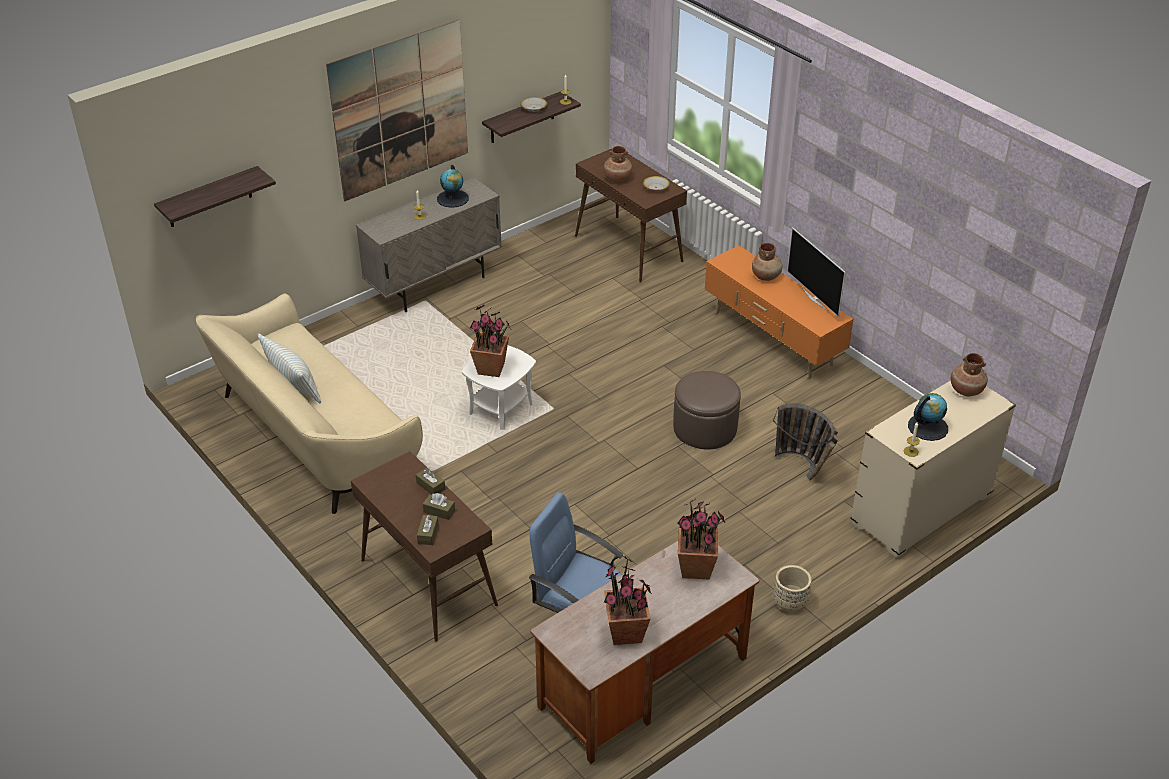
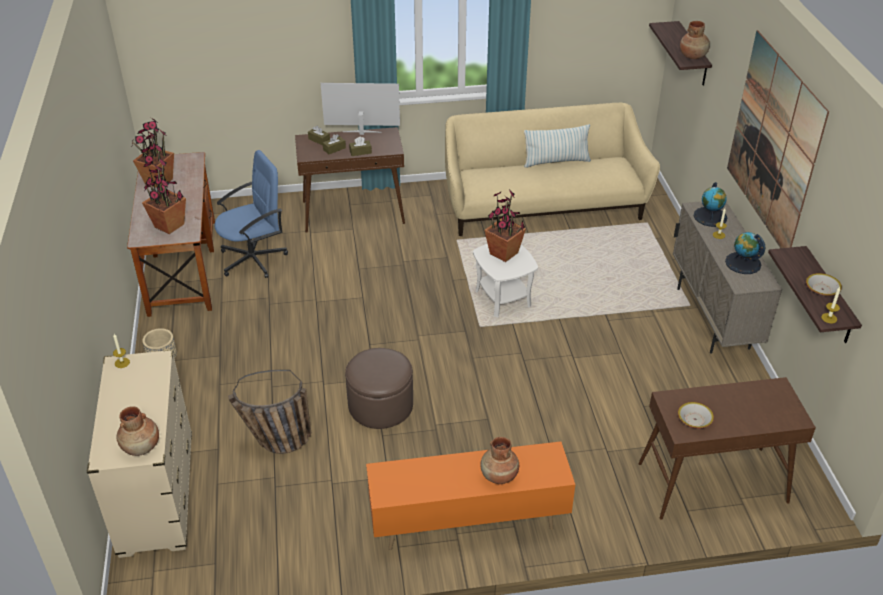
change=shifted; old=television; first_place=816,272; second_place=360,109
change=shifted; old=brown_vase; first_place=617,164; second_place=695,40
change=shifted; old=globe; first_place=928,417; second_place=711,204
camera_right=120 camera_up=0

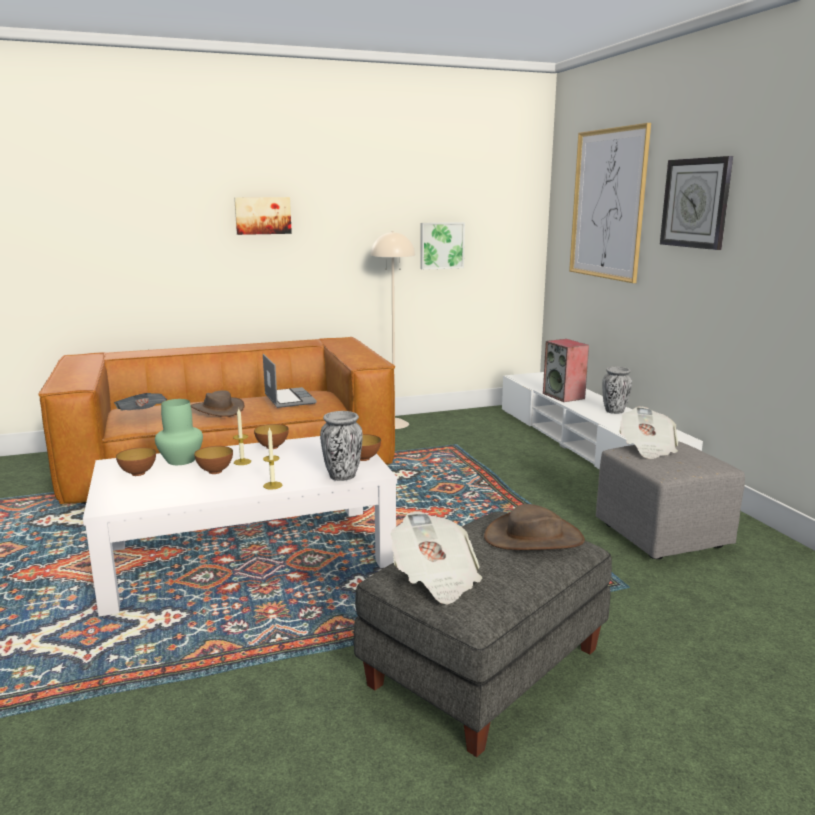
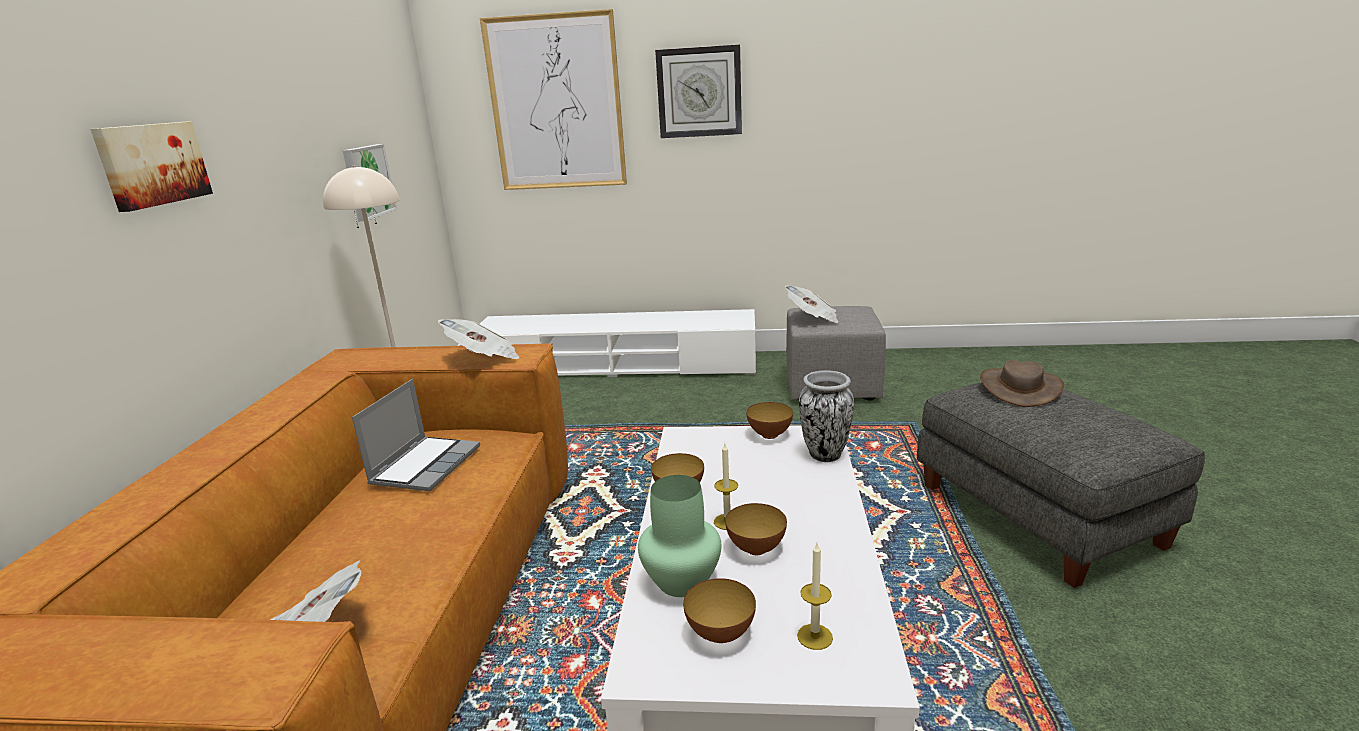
change=rotated; old=laptop; first_place=289,381; second_place=416,435; degrees=105
change=shifted; old=newspaper; first_place=436,558; second_place=479,339
change=shifted; old=candle; first_place=272,458; second_place=815,596
change=gone; old=brown_hat; first_place=217,403
change=gone; old=speaker; first_place=566,370
change=gone; old=vase; first_place=617,390
camera_right=-65 camera_up=5

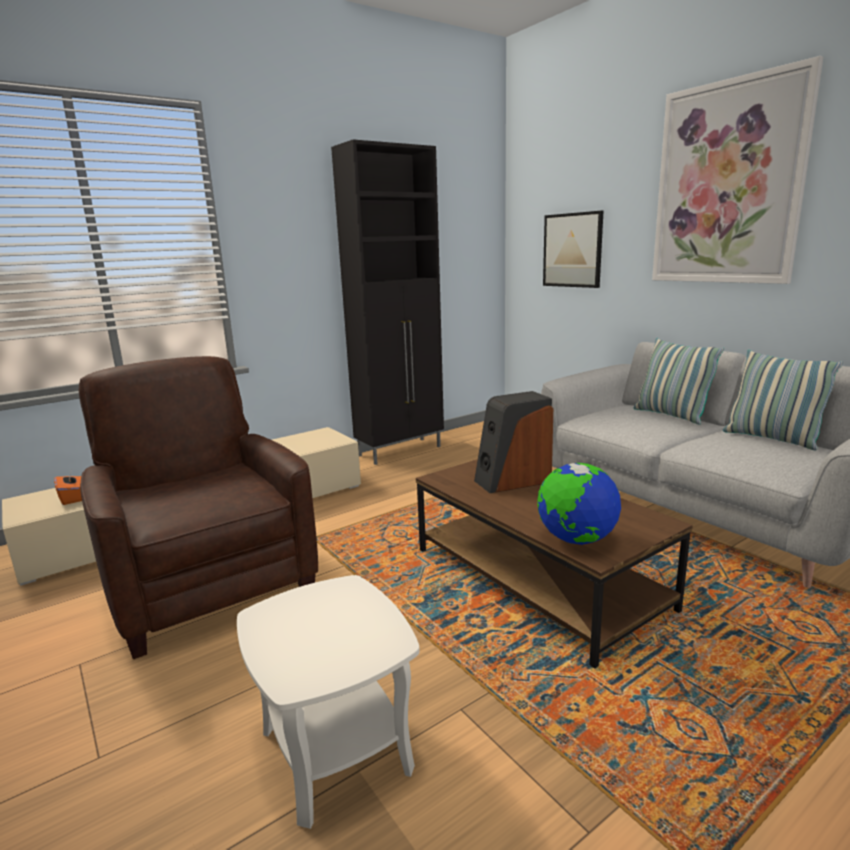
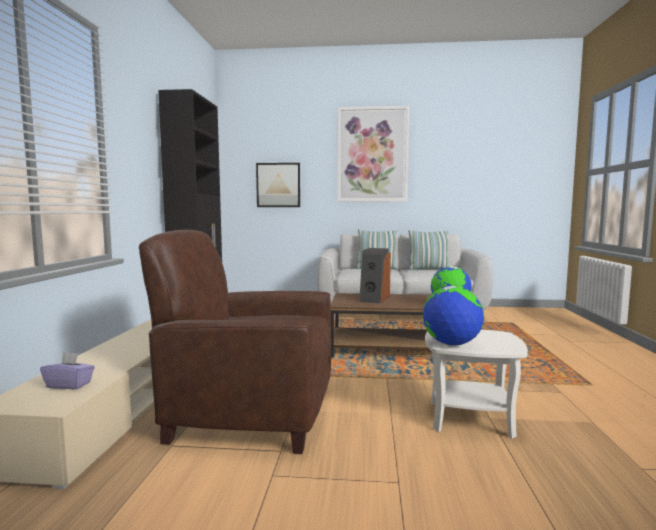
change=repainted; old=orange_tissue_box; new=purple_tissue_box; first_place=68,486; second_place=67,370
change=new; new=globe; second_place=453,316
camera_right=-50 camera_up=-10

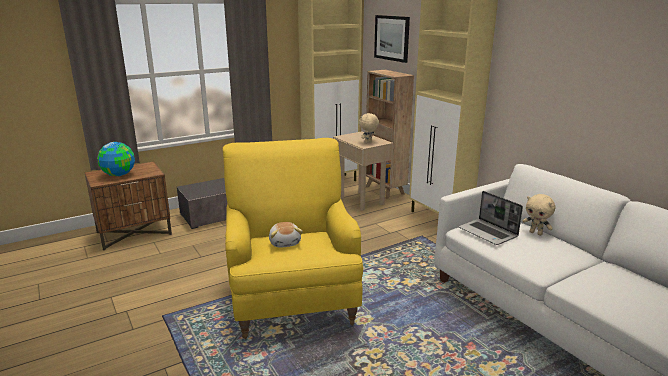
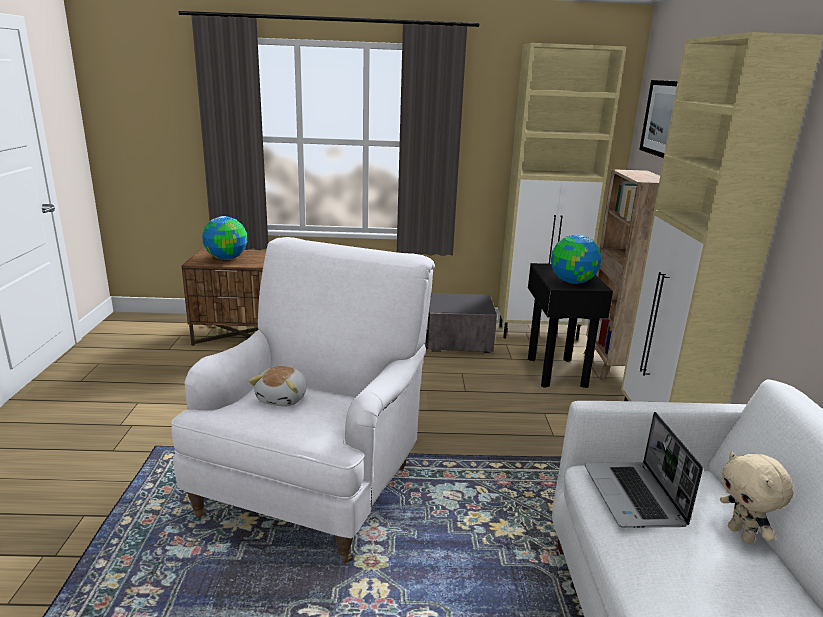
change=repainted; old=yellow_armchair; new=white_armchair; first_place=293,238; second_place=303,400
change=repainted; old=beige_side_table; new=black_side_table; first_place=363,171; second_place=570,325
change=swapped; old=beige_plush_toy; new=globe; first_place=369,128; second_place=576,259
camera_right=30 camera_up=0

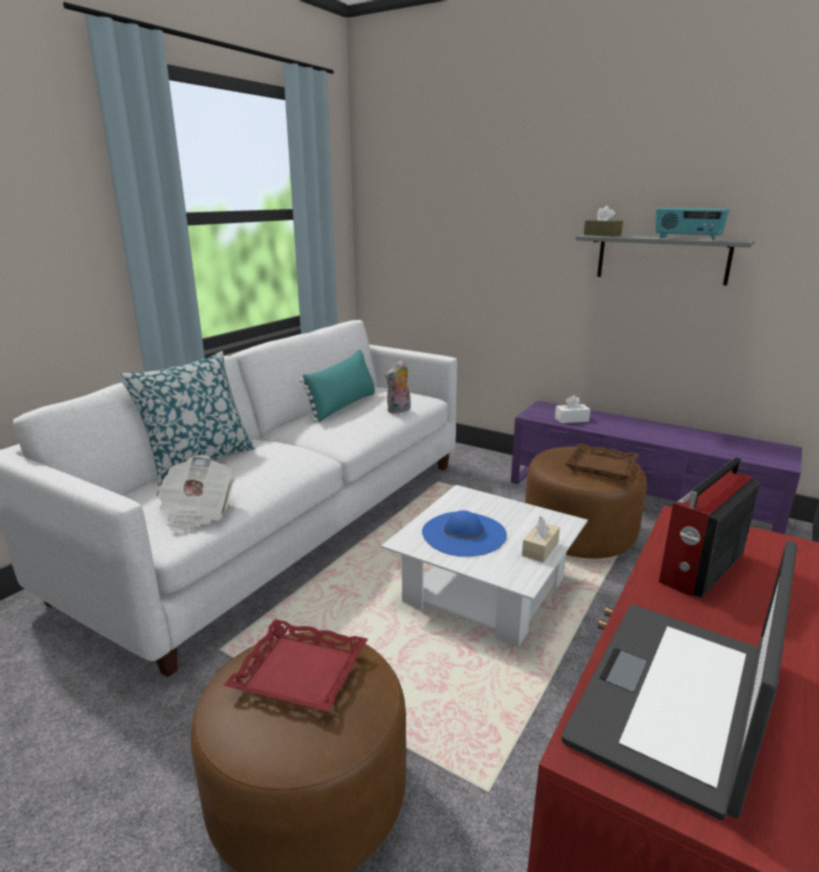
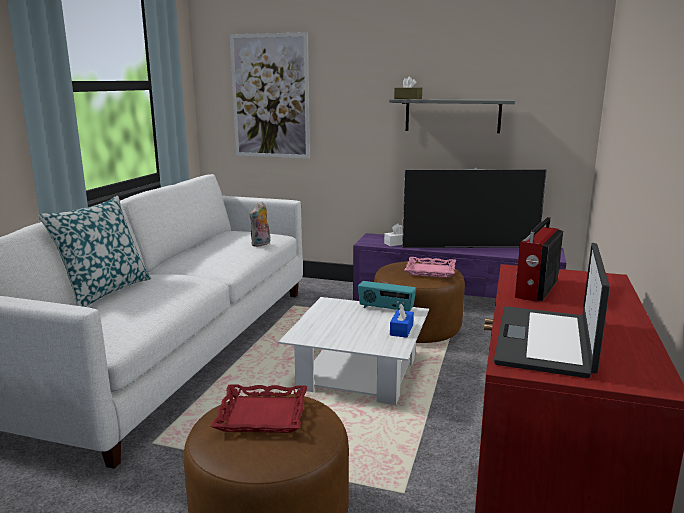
change=new; new=picture; second_place=270,95
change=shifted; old=radio; first_place=692,224; second_place=387,296
change=repainted; old=beige_tissue_box; new=blue_tissue_box; first_place=541,539; second_place=402,321
change=new; new=television; second_place=474,208
change=repainted; old=brown_tray; new=pink_tray; first_place=602,461; second_place=430,267
change=gone; old=newspaper; first_place=196,493
change=gone; old=turquoise_pillow; first_place=337,386
change=gone; old=blue_hat; first_place=464,533
camera_right=-15 camera_up=-5

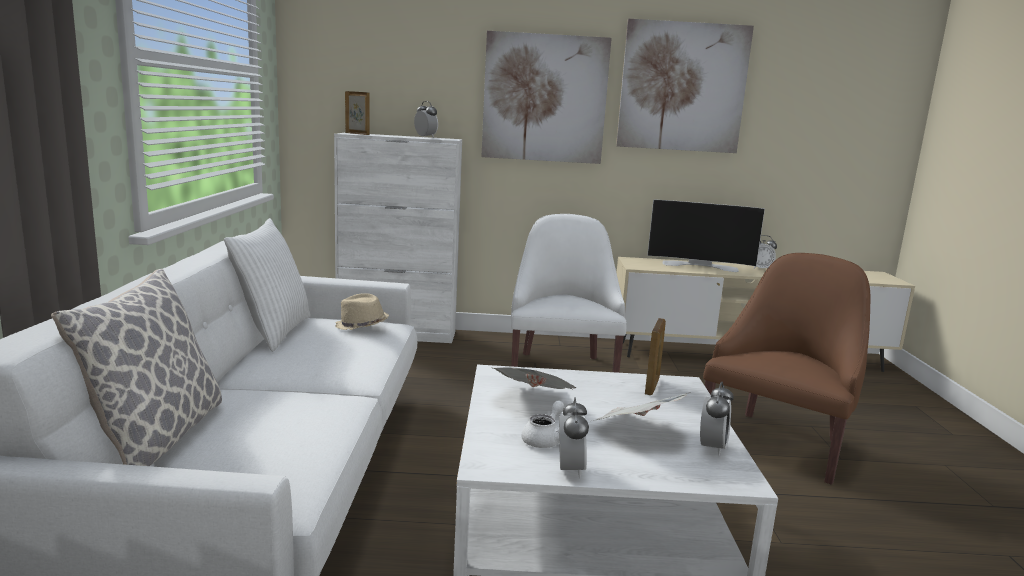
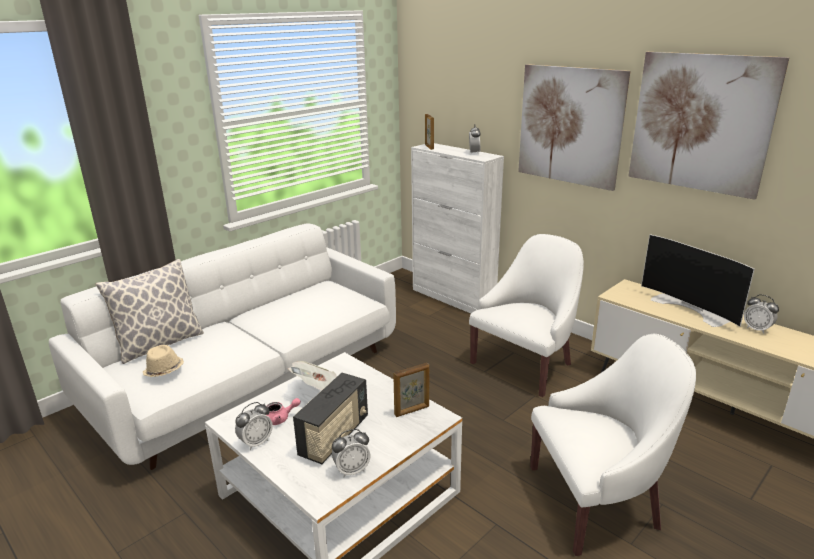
change=shifted; old=beige_hat; first_place=362,311; second_place=163,361
change=repainted; old=white_teapot; new=pink_teapot; first_place=542,424; second_place=284,411
change=swapped; old=newspaper; new=radio; first_place=642,406; second_place=330,418
change=repainted; old=brown_armchair; new=white_armchair; first_place=786,369; second_place=613,445
change=gone; old=white_pillow; first_place=267,285
camera_right=45 camera_up=10

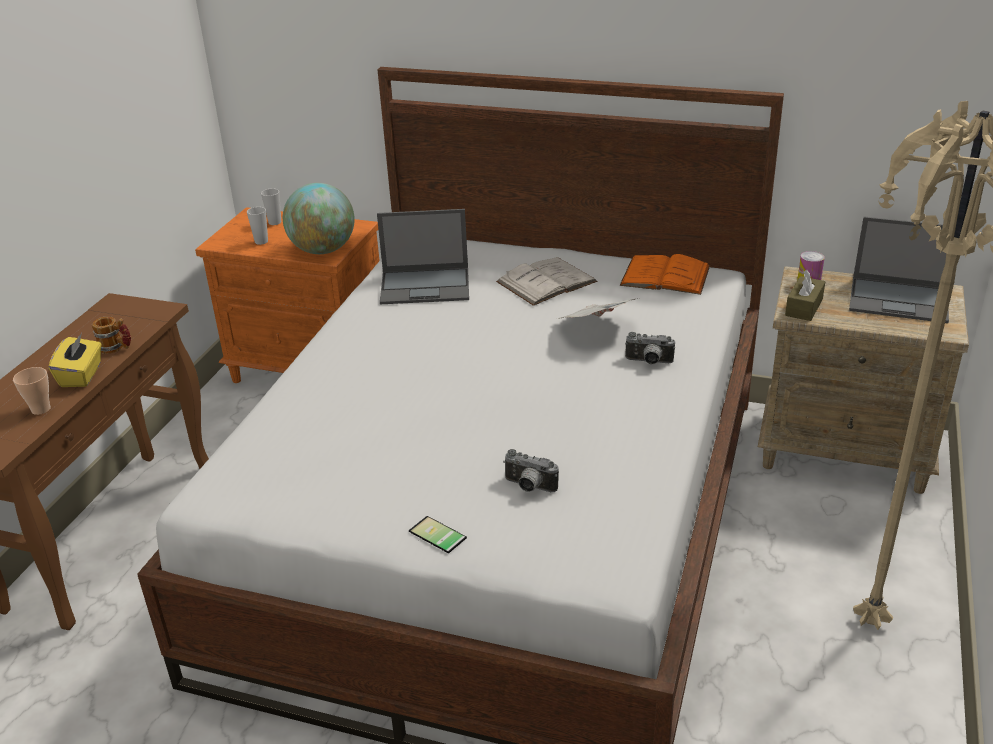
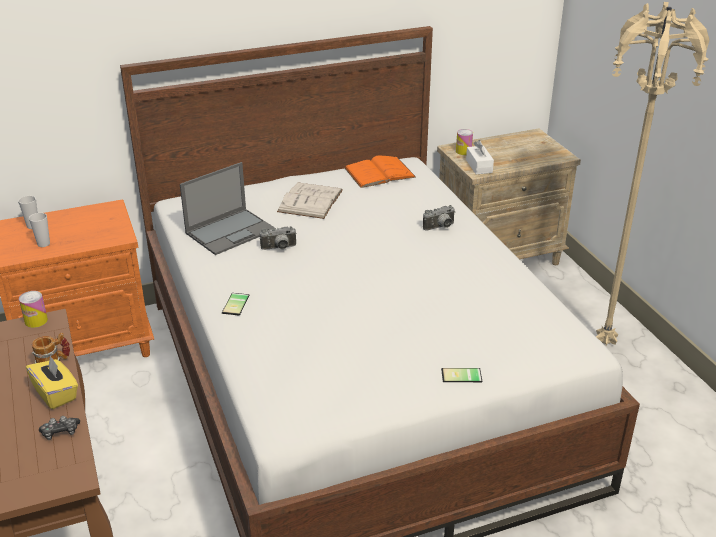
change=new; new=can; second_place=33,309
change=swapped; old=cup; new=game_controller; first_place=32,391; second_place=59,428
change=new; new=phone; second_place=235,304
change=shifted; old=photo_camera; first_place=531,470; second_place=278,238
change=repainted; old=brown_tissue_box; new=white_tissue_box; first_place=805,295; second_place=480,157
change=gone; old=globe; first_place=319,218
change=gone; old=newspaper; first_place=597,308
change=gone; old=laptop; first_place=899,270
camera_right=-40 camera_up=0

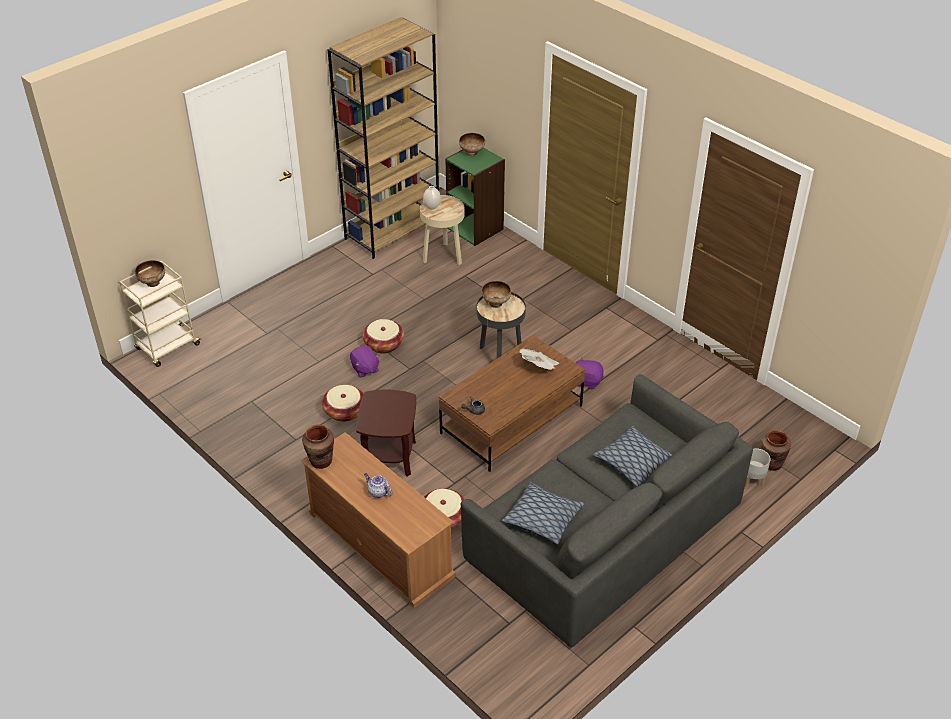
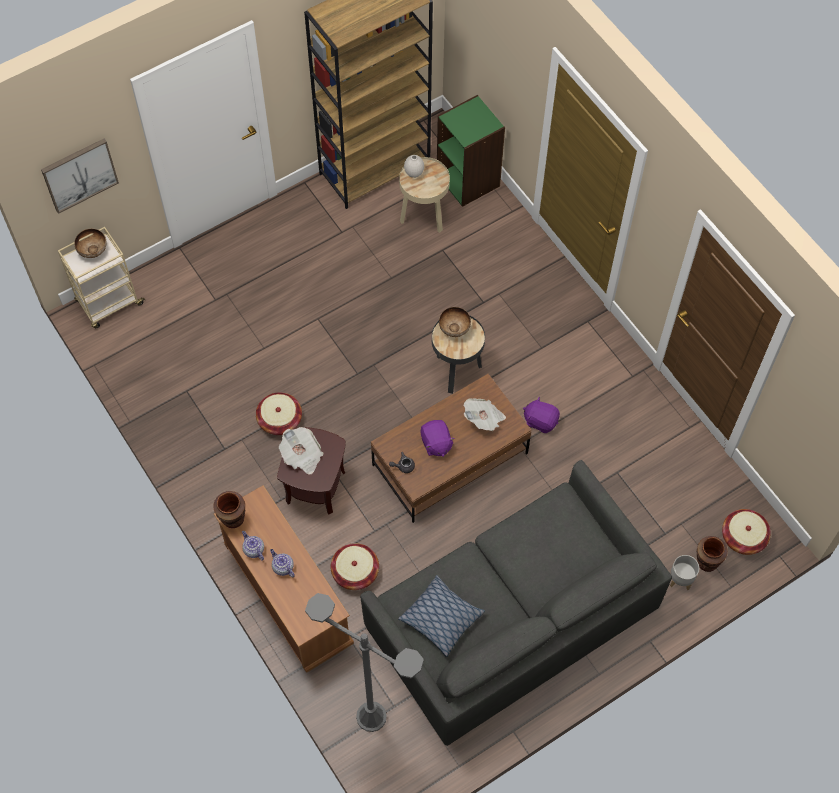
change=new; new=picture; second_place=80,176
change=new; new=teapot; second_place=253,546
change=new; new=newspaper; second_place=301,451
change=new; new=grey_floor_lamp; second_place=364,662
change=shifted; old=purple_plush_toy; first_place=365,361; second_place=438,438
change=shifted; old=basket; first_place=383,336; second_place=746,532
change=gone; old=bowl; first_place=472,144
change=gone; old=pillow; first_place=632,456
camera_right=10 camera_up=20

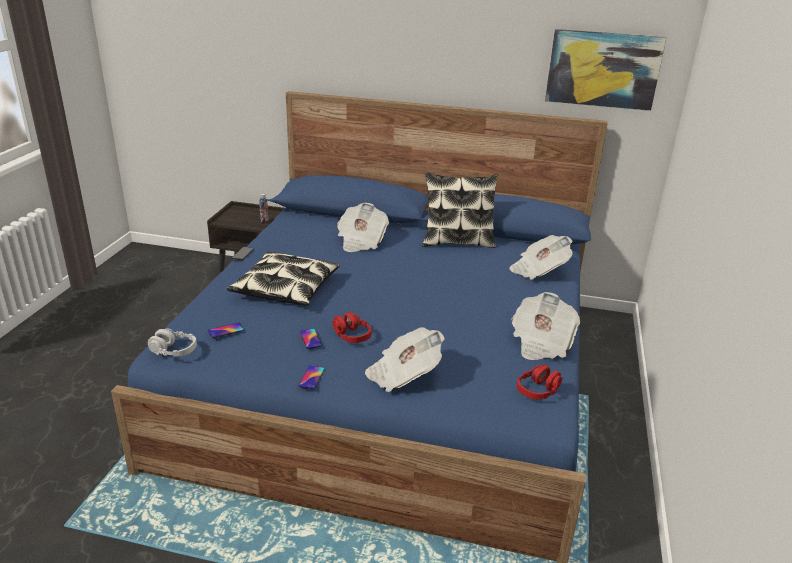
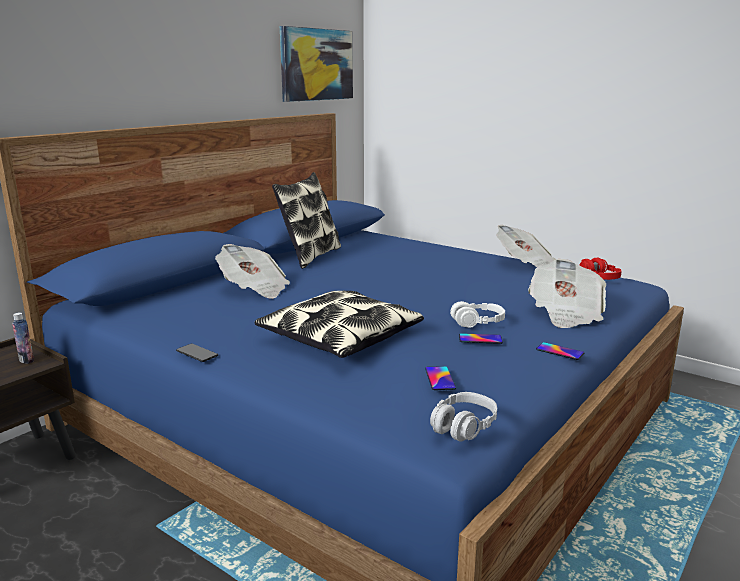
change=repainted; old=red_headphones; new=white_headphones; first_place=352,327; second_place=477,314
change=gone; old=newspaper; first_place=541,257
camera_right=-65 camera_up=-10

